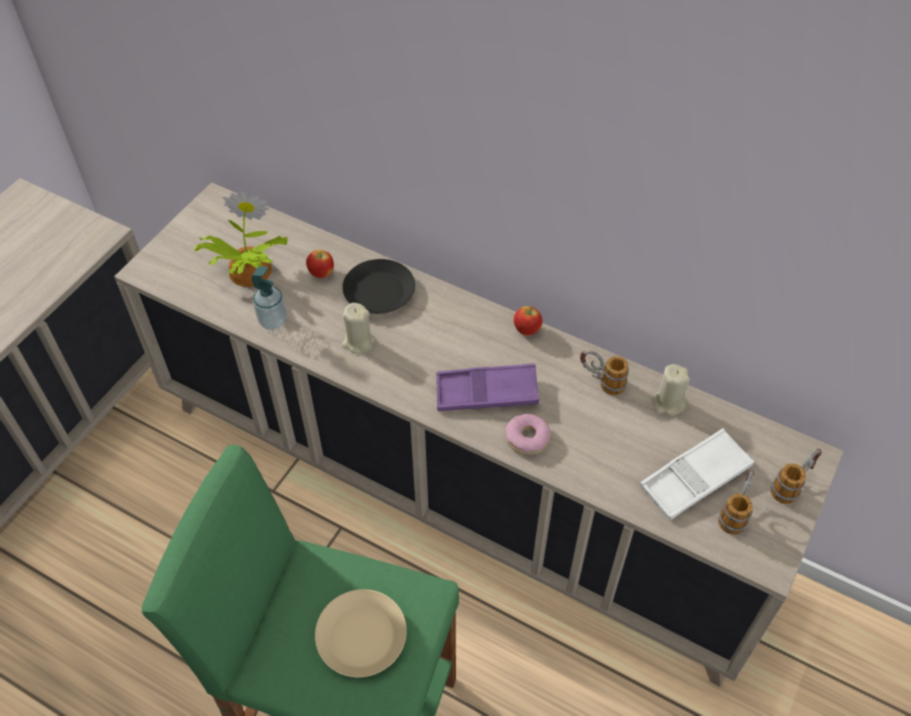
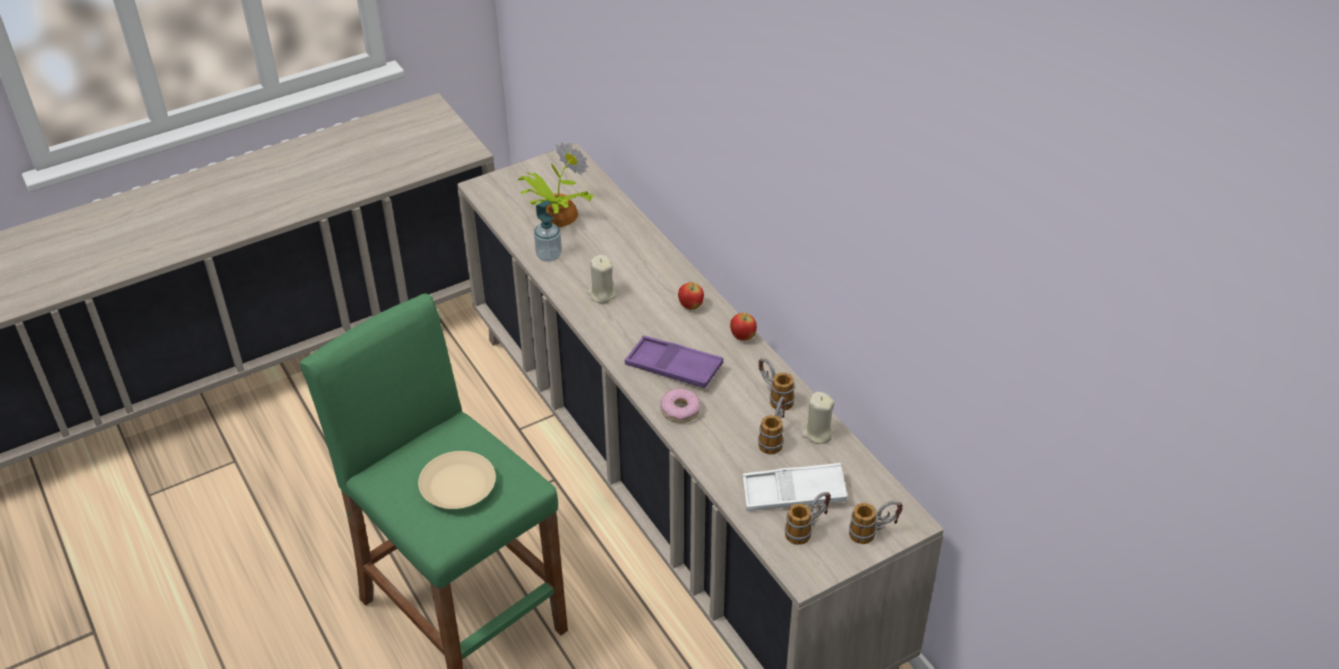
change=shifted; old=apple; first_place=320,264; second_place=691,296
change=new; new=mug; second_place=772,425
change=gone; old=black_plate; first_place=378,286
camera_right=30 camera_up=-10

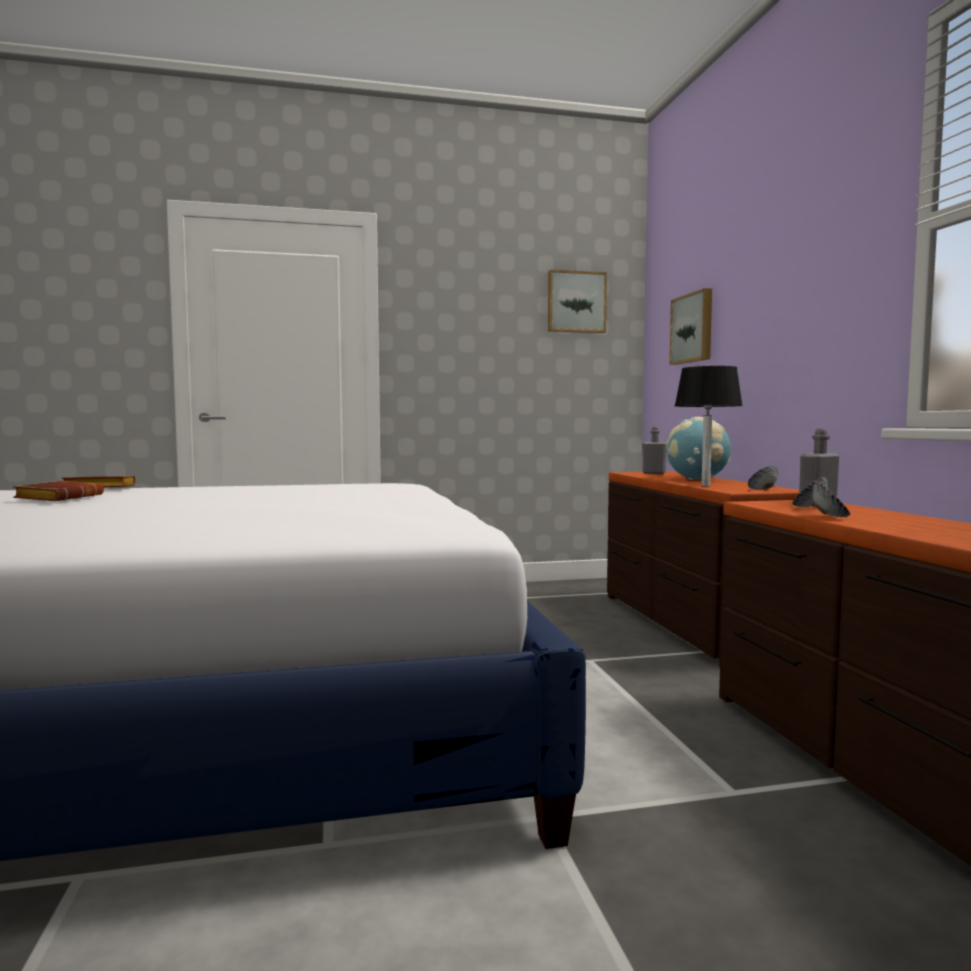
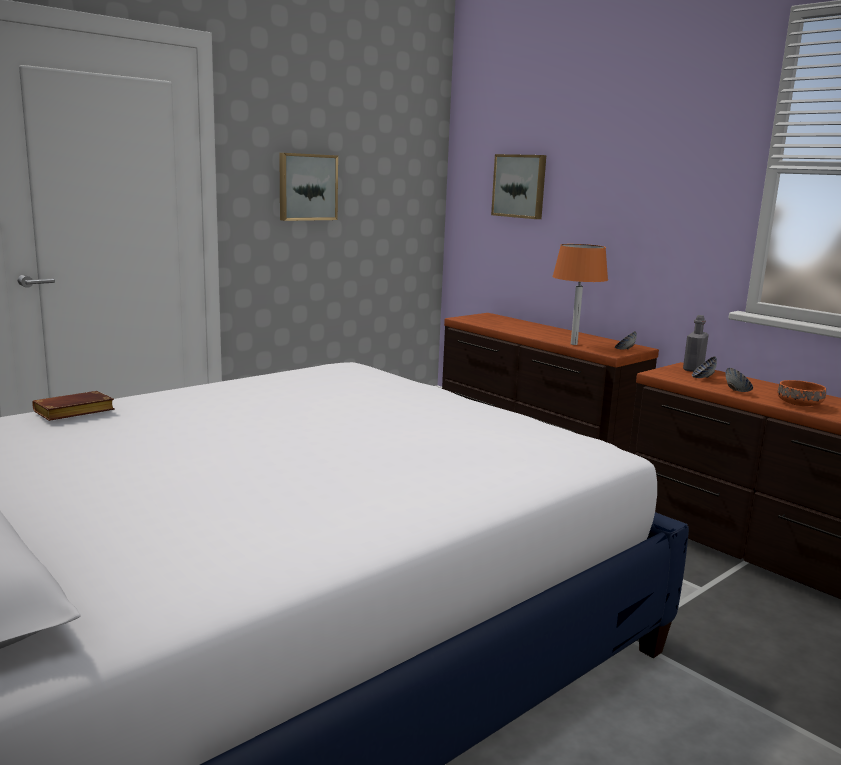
change=shifted; old=picture; first_place=577,301; second_place=308,187
change=repainted; old=black_table_lamp; new=orange_table_lamp; first_place=709,426; second_place=580,294
change=new; new=orange_bowl; second_place=802,393
change=gone; old=brown_book; first_place=58,491
change=gone; old=grey_bottle; first_place=654,450
change=gone; old=globe; first_place=698,448
camera_right=-30 camera_up=10

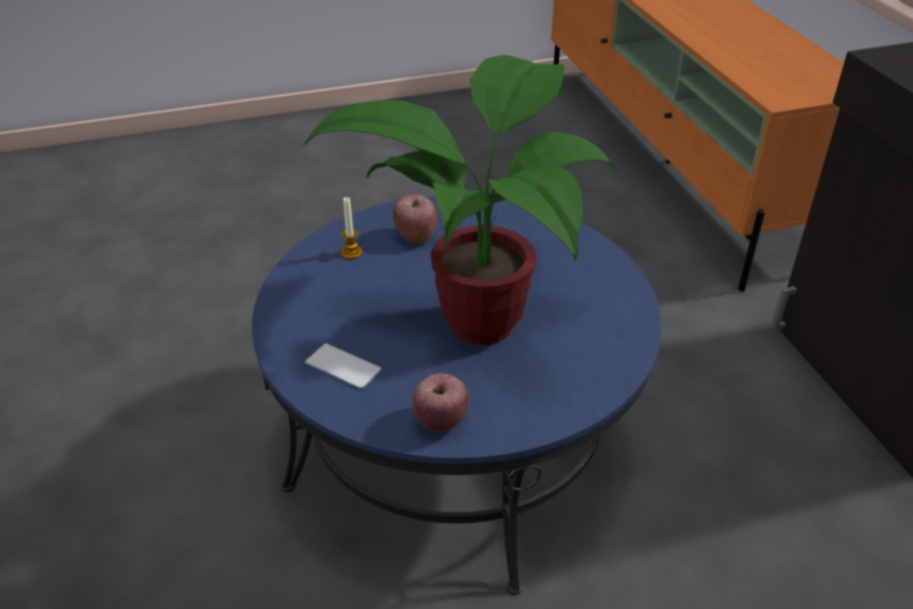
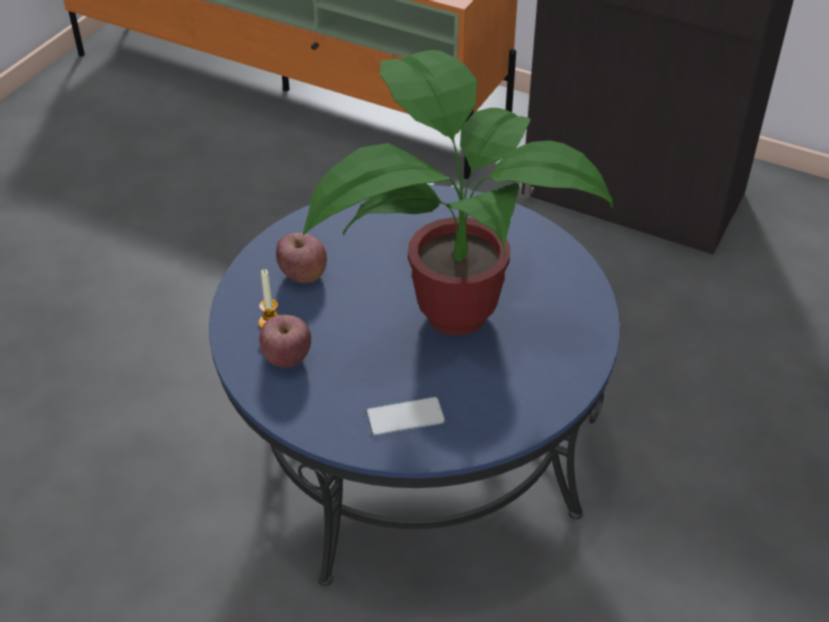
change=shifted; old=apple; first_place=440,402; second_place=285,341
camera_right=-45 camera_up=5

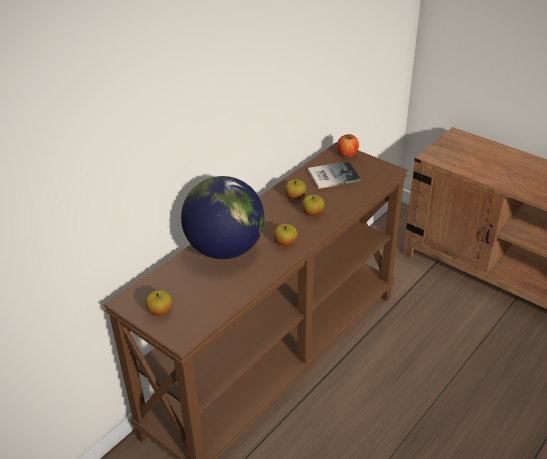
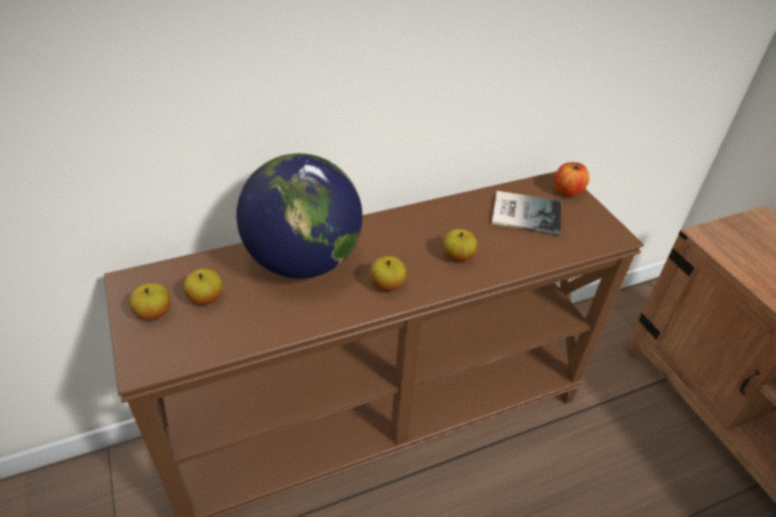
change=shifted; old=apple; first_place=296,189; second_place=203,287
camera_right=25 camera_up=5

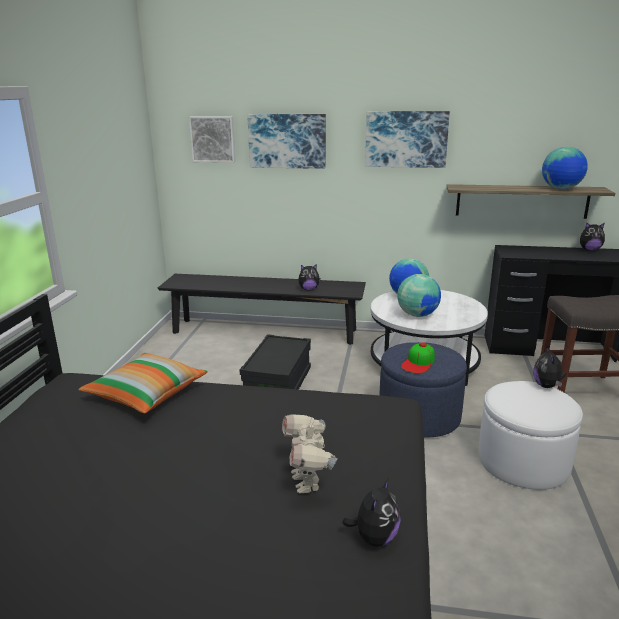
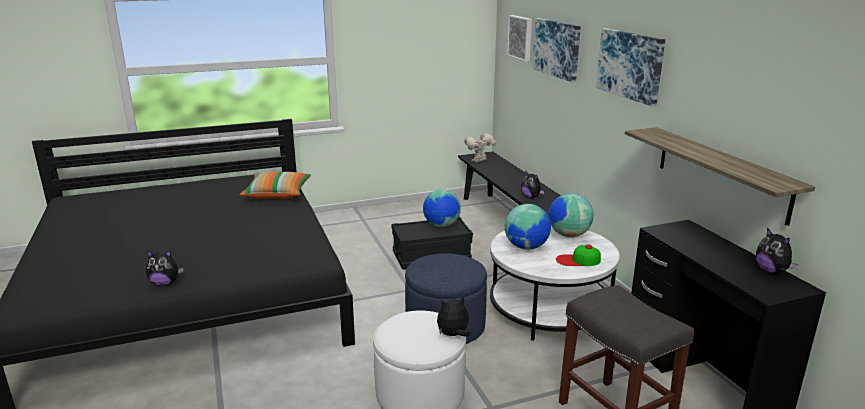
change=shifted; old=globe; first_place=565,168; second_place=442,208
change=shifted; old=toy_robot; first_place=310,453; second_place=480,147
change=shifted; old=cap; first_place=418,357; second_place=578,255
camera_right=60 camera_up=0

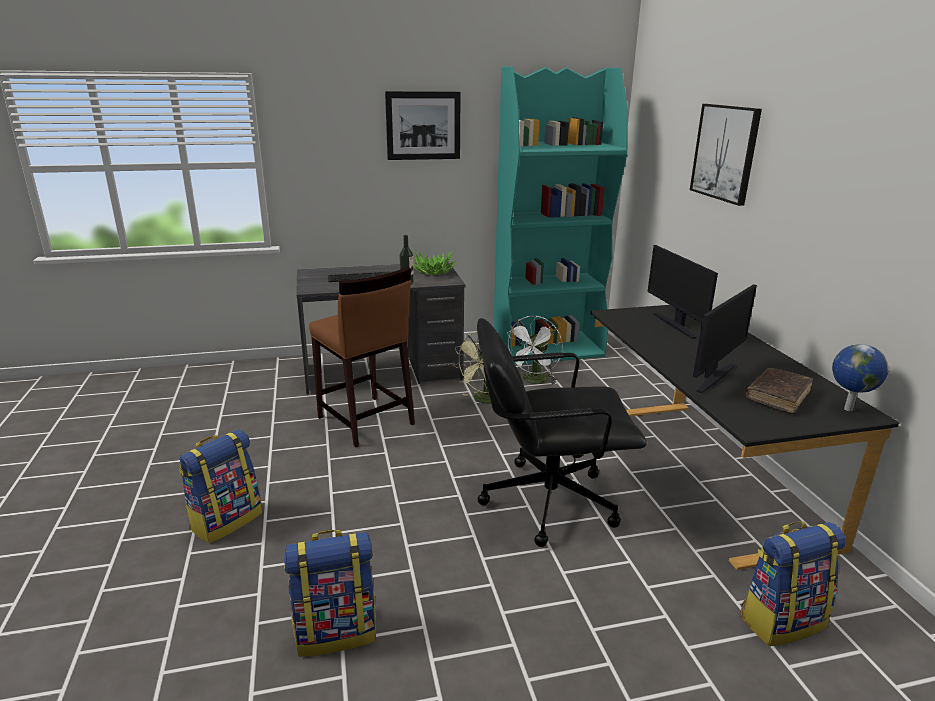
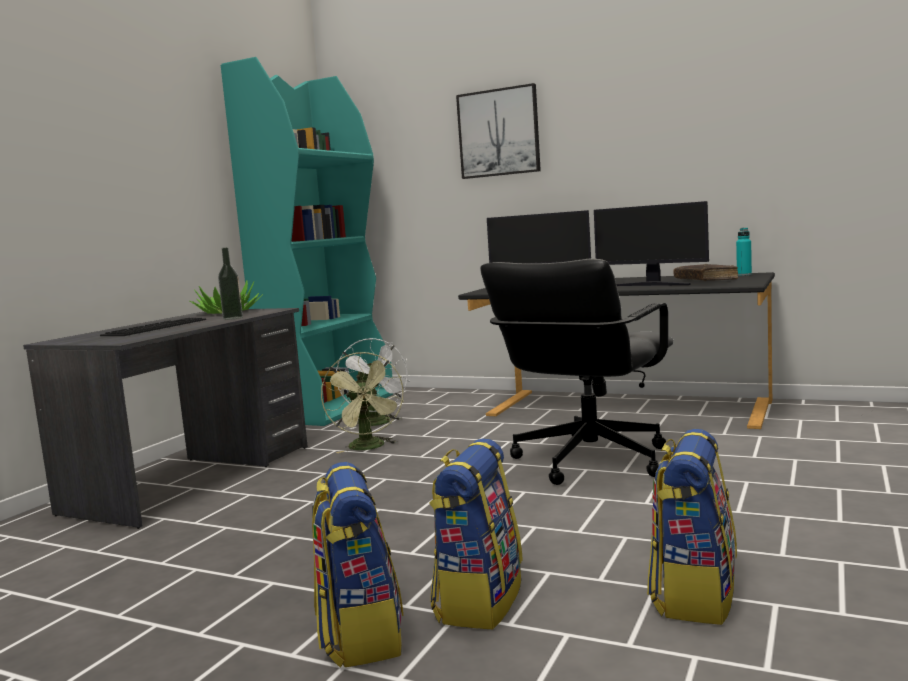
change=shifted; old=backpack; first_place=793,583; second_place=476,533
change=rotated; old=monitor; first_place=725,338; second_place=651,243; degrees=135
change=swapped; old=globe; new=turquoise_bottle; first_place=860,377; second_place=744,252
change=gone; old=brown_stool; first_place=362,357
change=gone; old=picture; first_place=423,125
camera_right=-50 camera_up=-15

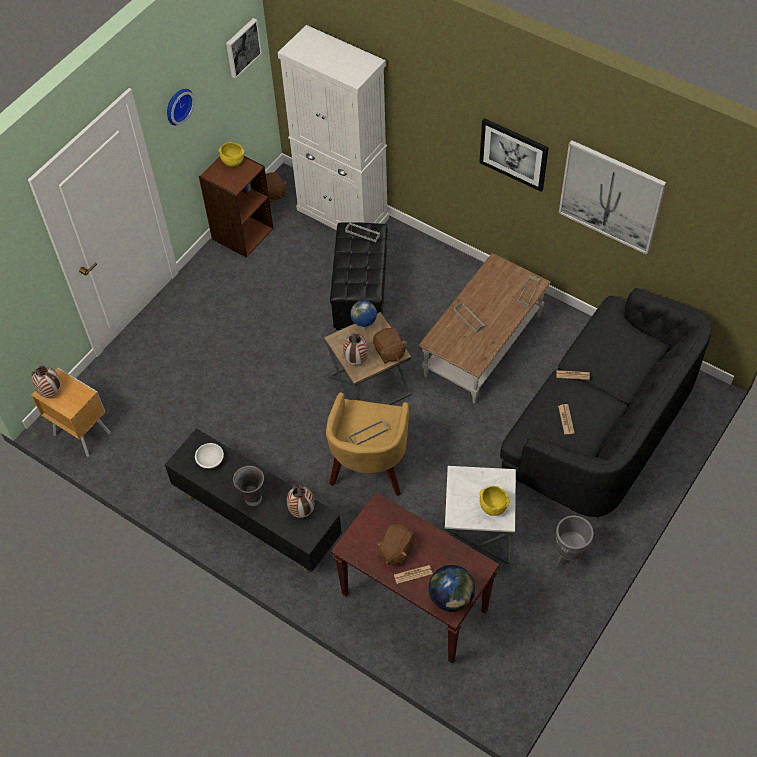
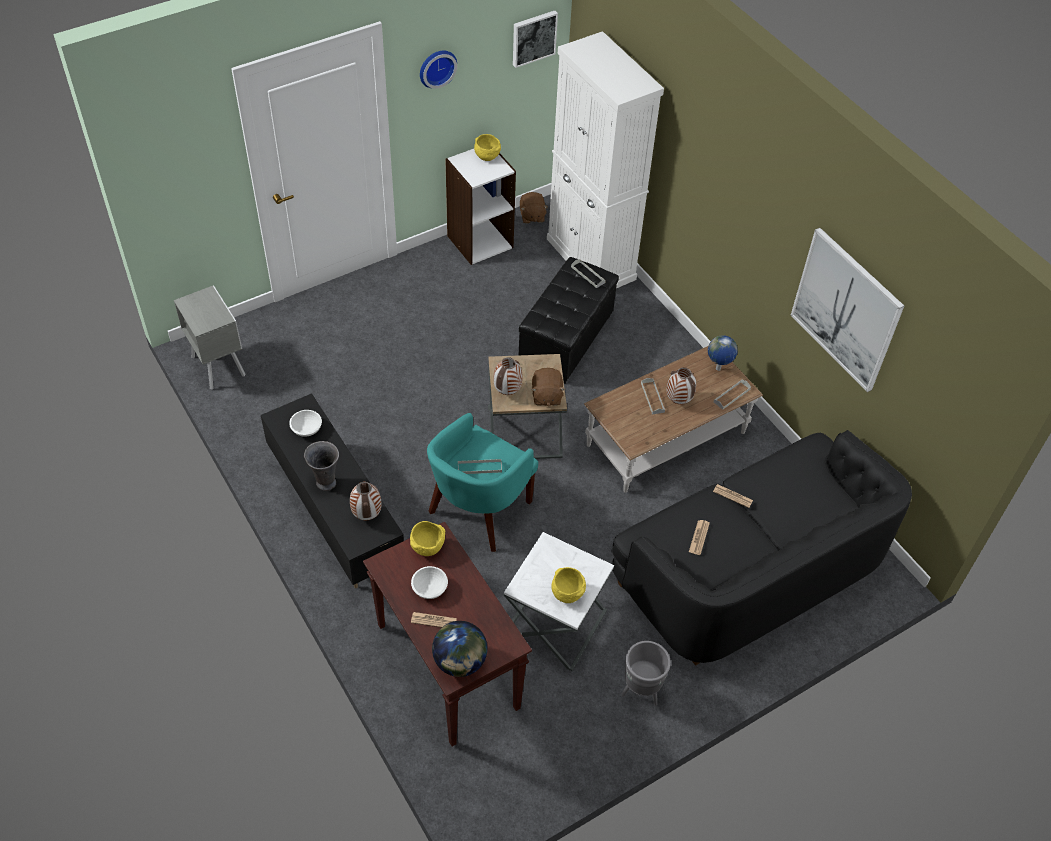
change=repainted; old=brown_nightstand; new=grey_nightstand; first_place=70,412; second_place=210,337
change=new; new=yellow_bowl; second_place=427,538
change=swapped; old=brown_plush_toy; new=white_bowl; first_place=395,544; second_place=429,582
change=repainted; old=yellow_armchair; new=turquoise_armchair; first_place=367,444; second_place=482,482
change=repainted; old=brown_bookcase; new=white_bookcase; first_place=236,207; second_place=480,207
change=shifted; old=vase; first_place=46,381; second_place=681,385
change=shifted; old=globe; first_place=363,315; second_place=723,353
change=gone; old=picture; first_place=514,155
camera_right=20 camera_up=-5

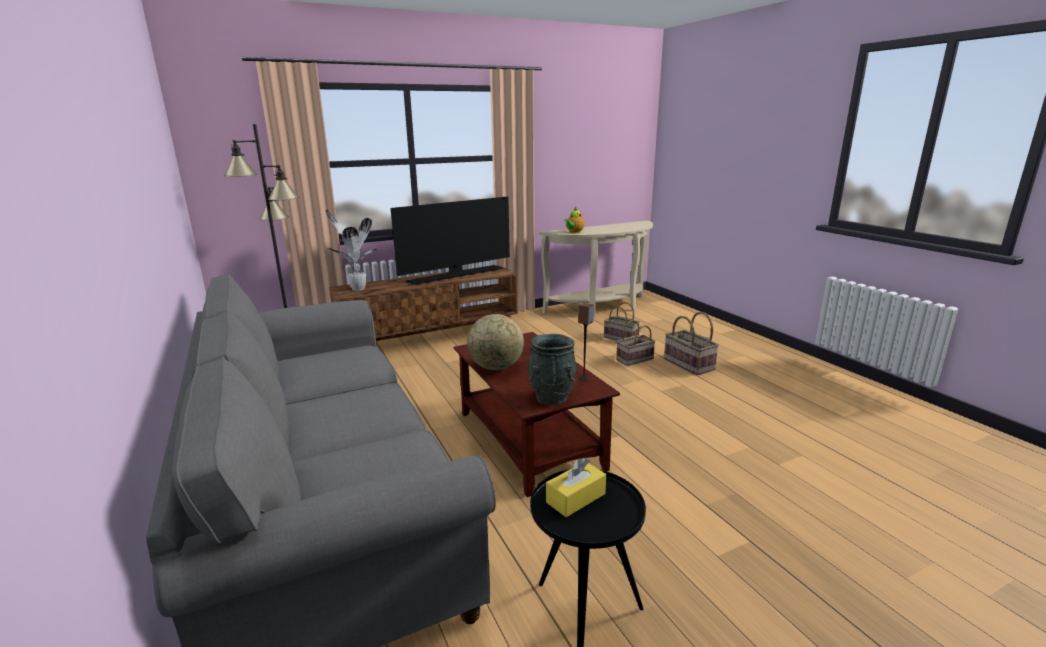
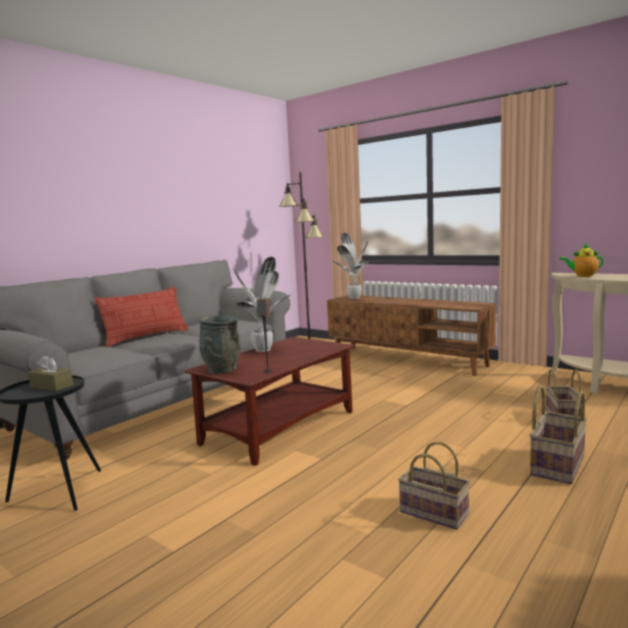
change=repainted; old=yellow_tissue_box; new=brown_tissue_box; first_place=576,487; second_place=50,373
change=new; new=pillow; second_place=141,317
change=swapped; old=globe; new=potted_plant; first_place=495,342; second_place=262,304
change=shifted; old=basket; first_place=636,343; second_place=434,486
change=gone; old=television; first_place=450,240
camera_right=65 camera_up=-10

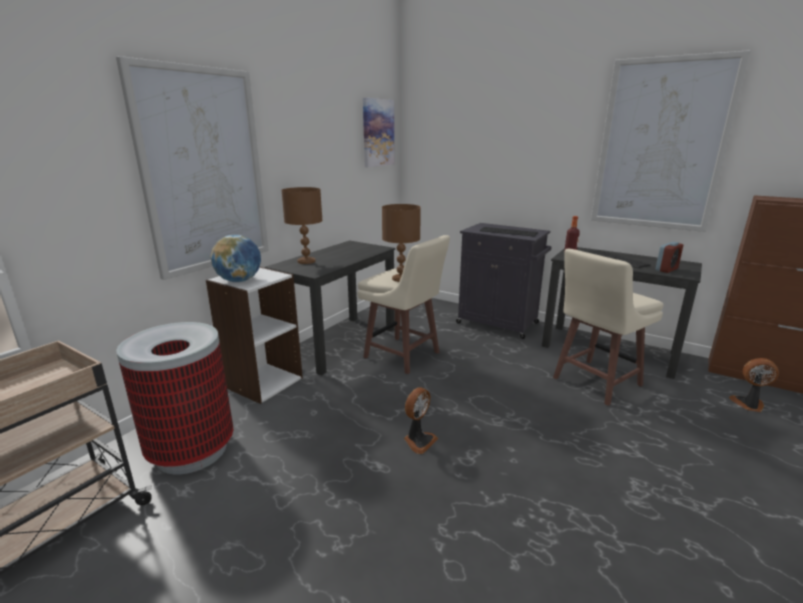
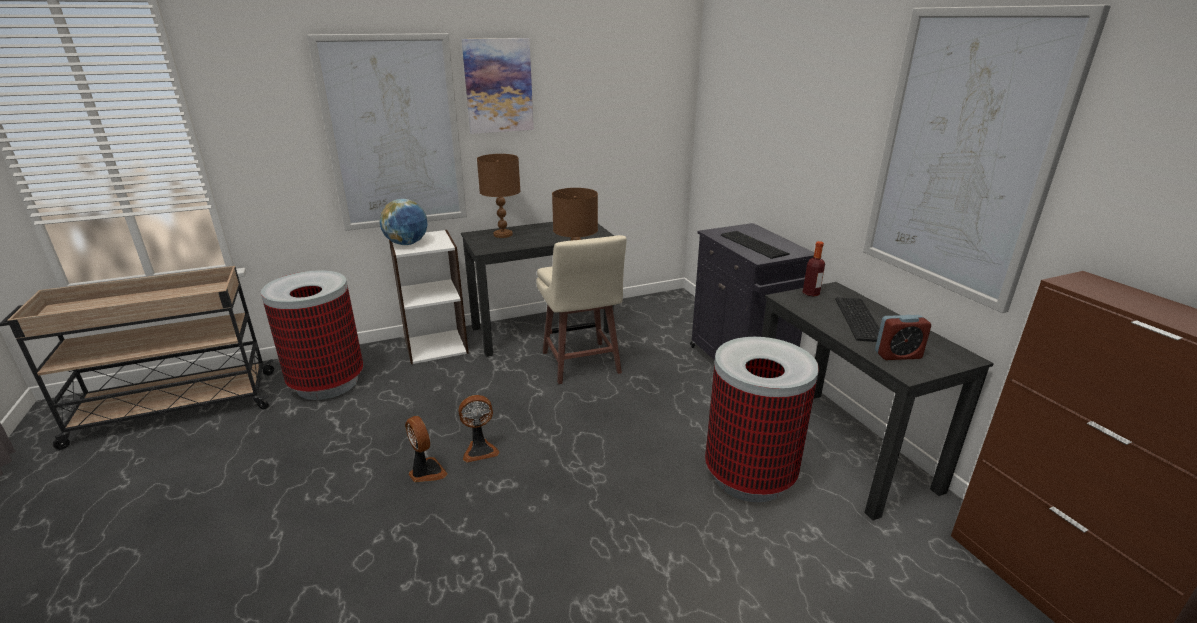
change=shifted; old=fan; first_place=754,385; second_place=426,449
change=shifted; old=picture; first_place=378,132; second_place=498,86
change=swapped; old=beige_stool; new=trash_can; first_place=608,327; second_place=762,419
camera_right=35 camera_up=5

